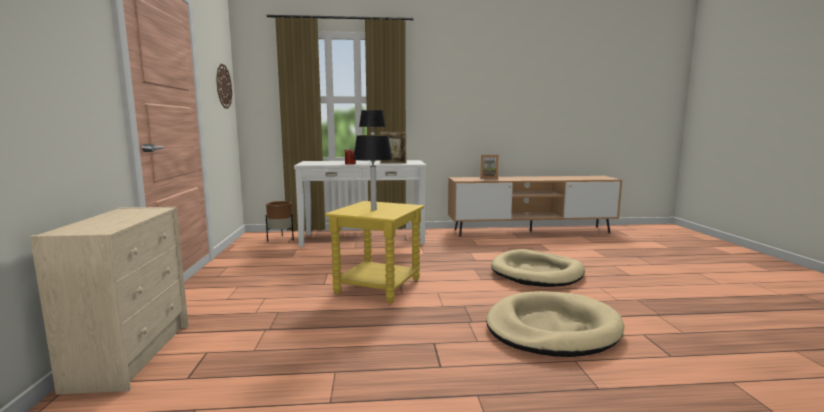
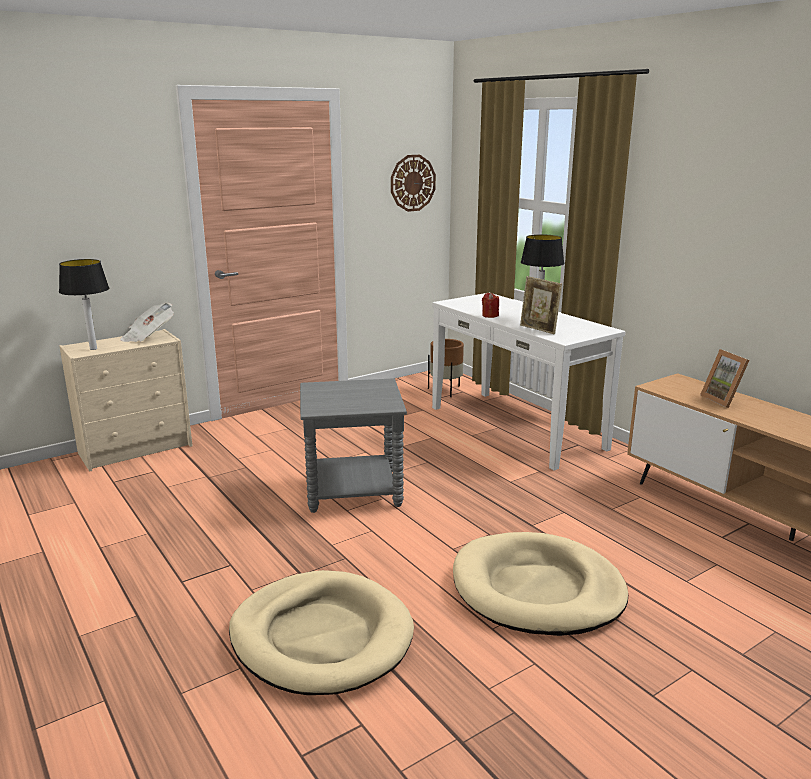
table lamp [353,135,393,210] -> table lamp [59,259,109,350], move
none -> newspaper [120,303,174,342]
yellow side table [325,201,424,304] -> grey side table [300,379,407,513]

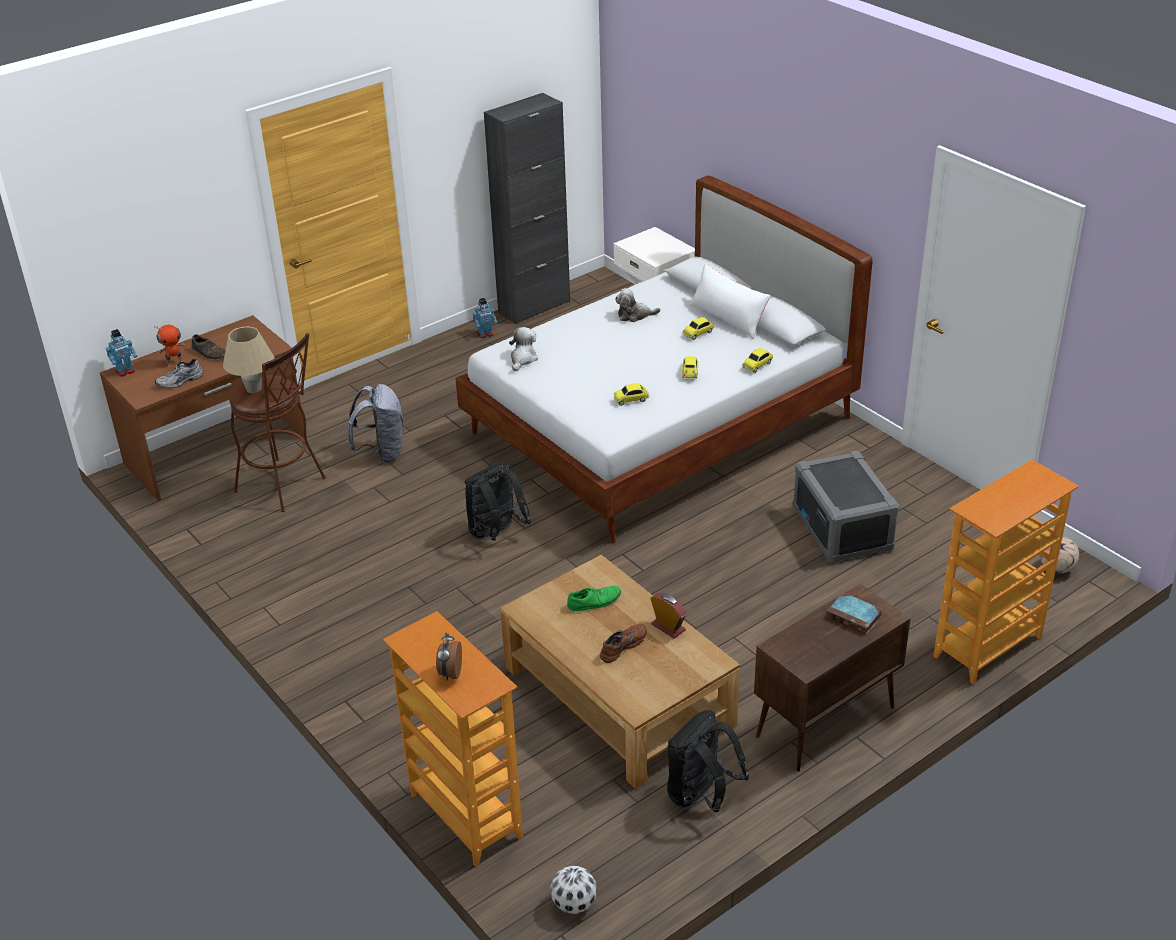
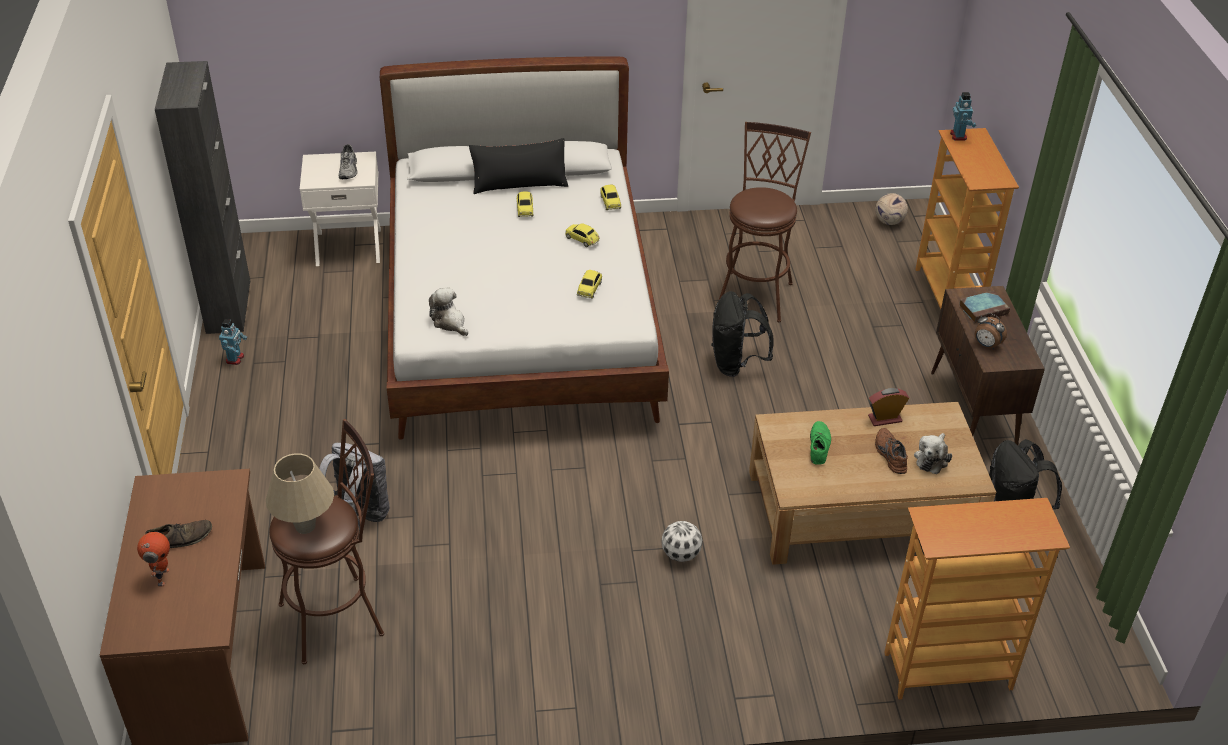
grey shoe [155,358,204,388] -> grey shoe [339,144,357,179], move
white pillow [689,263,770,339] -> black pillow [469,138,568,194]
football [550,866,597,914] -> football [662,521,702,562], move
black backpack [464,461,532,540] -> black backpack [711,291,774,377], move
grey storage box [793,450,899,563] -> brown stool [718,122,811,322]
plush toy [615,288,661,322] -> plush toy [914,433,952,474], move
toy robot [106,329,137,377] -> toy robot [950,92,976,141], move
alarm clock [436,633,462,680] -> alarm clock [975,313,1007,350], move

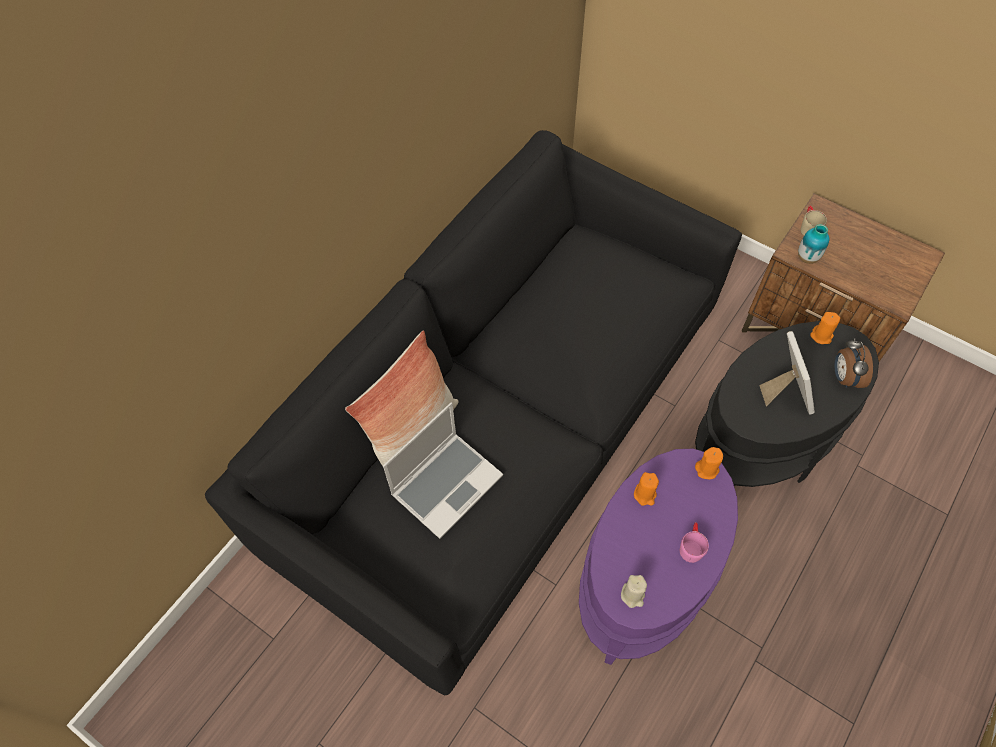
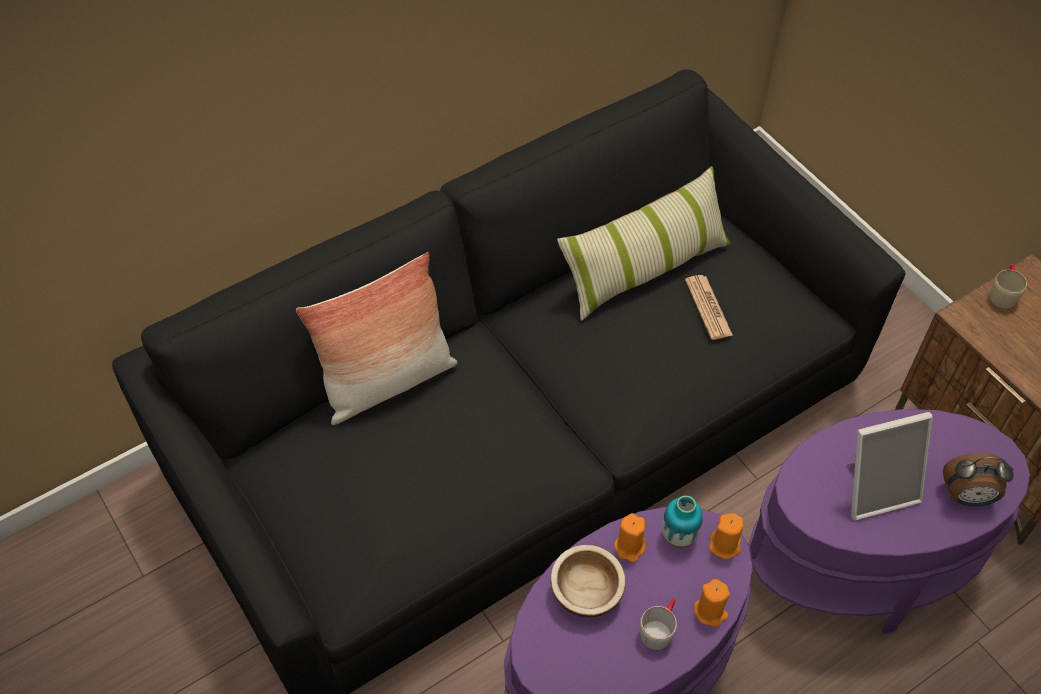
none -> bowl [550,545,626,617]
none -> pillow [557,166,730,321]
pink mug [680,522,709,563] -> grey mug [640,599,677,650]
vase [798,224,829,264] -> vase [662,495,703,548], move
none -> newspaper [685,275,733,340]
orange candle [810,312,840,344] -> orange candle [694,579,730,627], move
black side table [695,321,879,487] -> purple side table [748,409,1030,634]
picture frame [759,331,815,414] -> picture frame [846,412,933,521], 60 degrees clockwise
alarm clock [835,338,873,388] -> alarm clock [943,453,1014,507], 105 degrees counterclockwise
laptop [383,402,503,539] -> none
beige candle [621,575,647,608] -> none

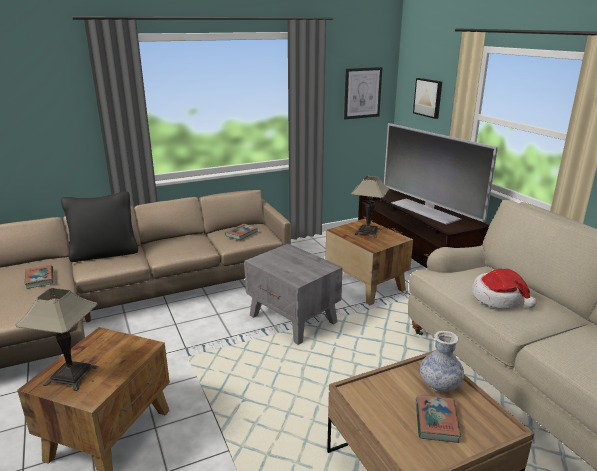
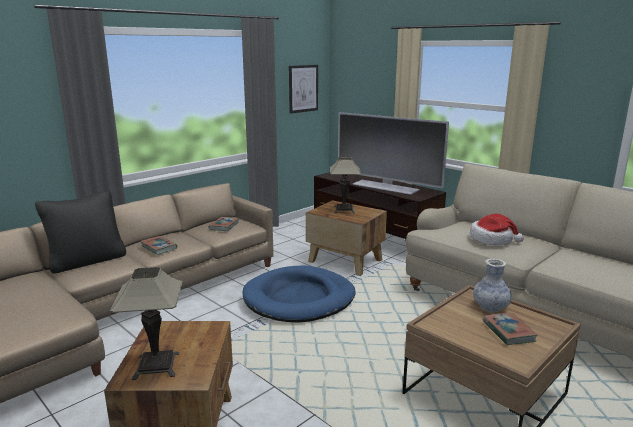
book [25,265,54,289] -> book [140,236,177,255], move
grey side table [244,244,343,345] -> blue dog bed [242,266,356,323]
picture [413,78,442,119] -> none

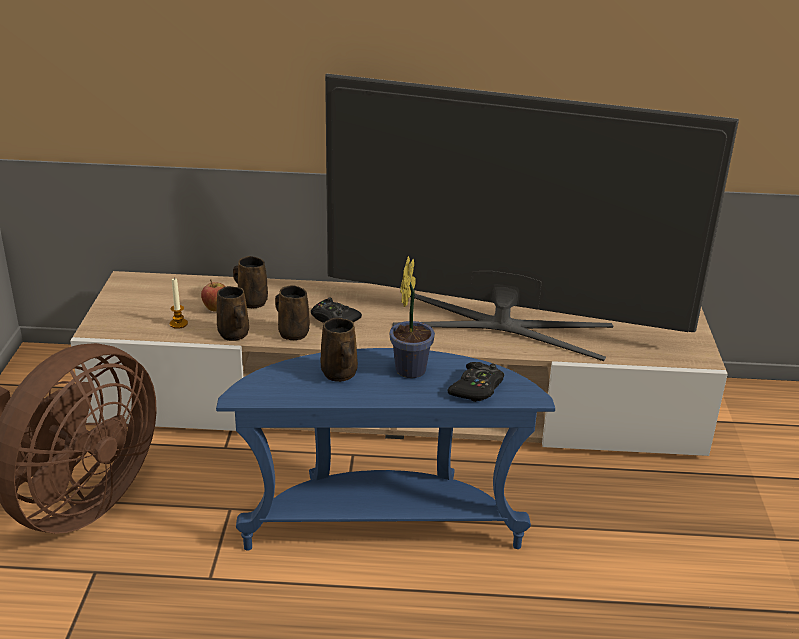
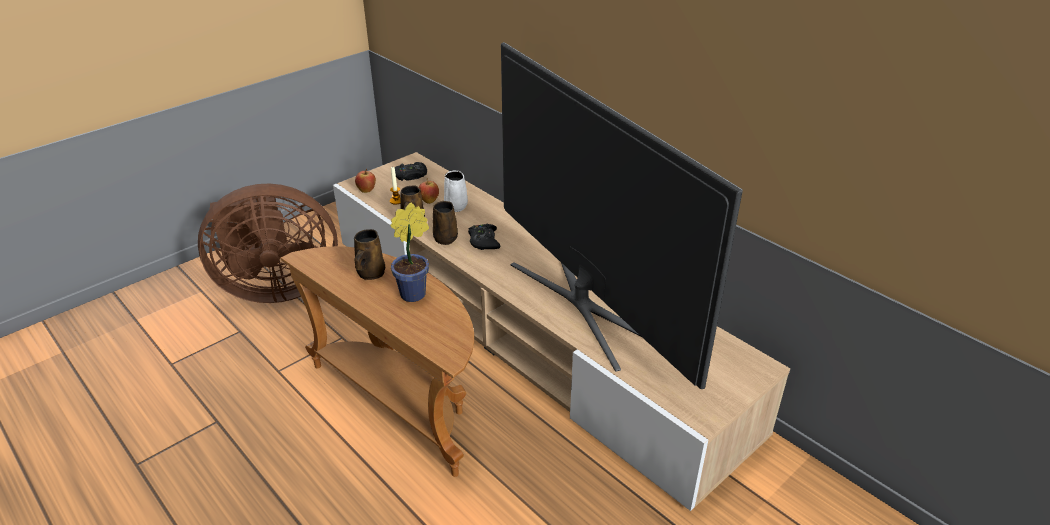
blue side table [216,348,555,551] -> brown side table [281,246,474,477]
none -> apple [355,169,376,193]
black game controller [447,362,504,402] -> black game controller [395,162,427,181], move
brown mug [233,256,268,308] -> white mug [444,171,468,212]

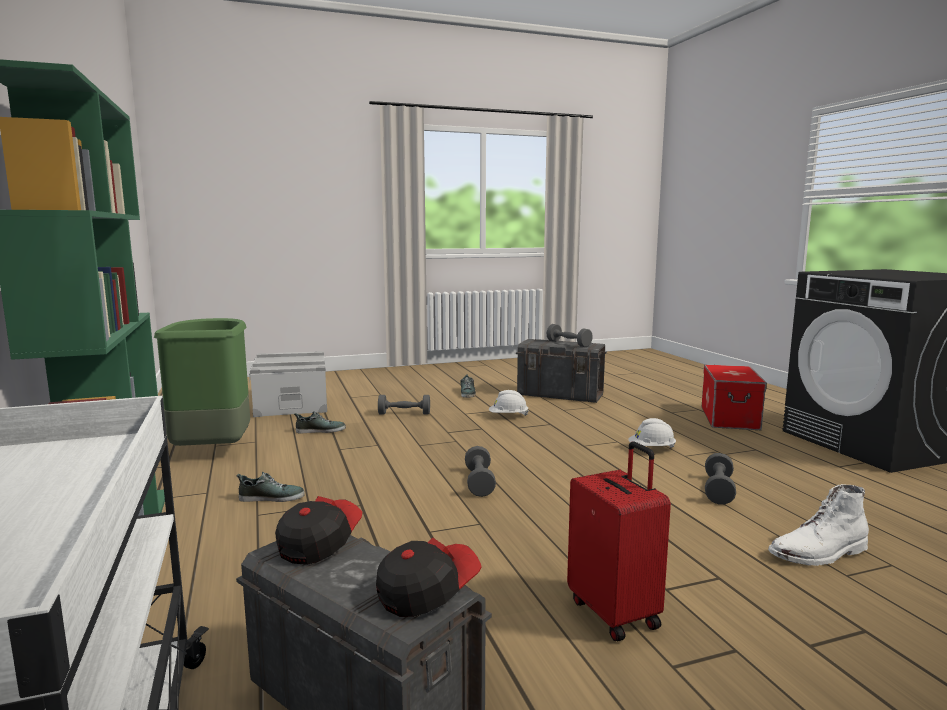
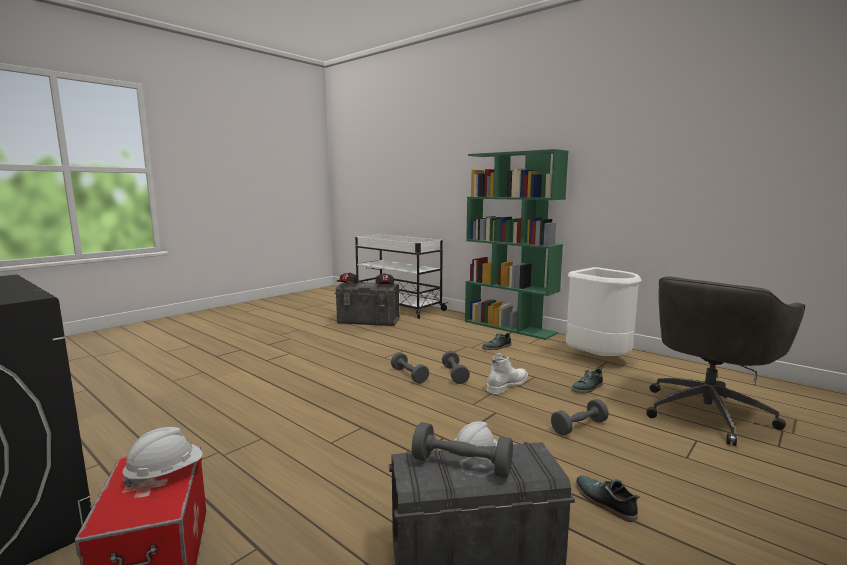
white hard hat [628,418,676,448] -> white hard hat [122,427,203,487], move
grey dumbbell [705,453,736,505] -> grey dumbbell [442,351,470,384], move
white boot [768,484,869,566] -> white boot [486,353,528,394], move
green trash can [154,318,250,446] -> white trash can [566,267,641,356]
grey storage box [249,351,327,417] -> grey office chair [646,276,805,446]
red suitcase [567,441,671,641] -> none

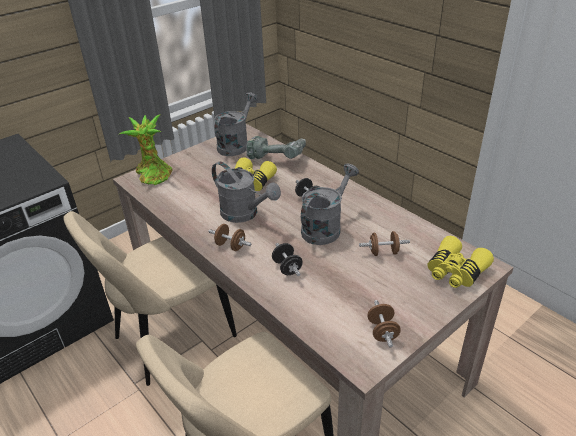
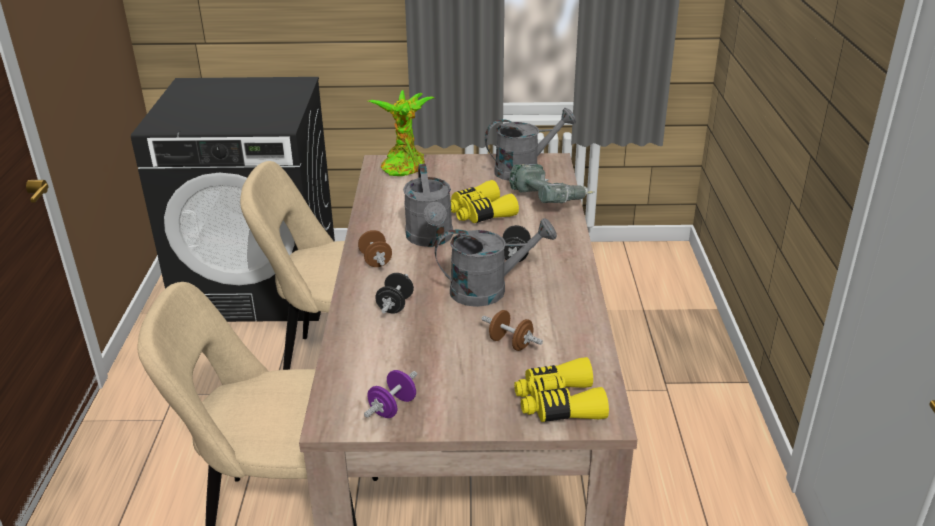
brown dumbbell [368,300,401,348] -> purple dumbbell [364,370,417,418]

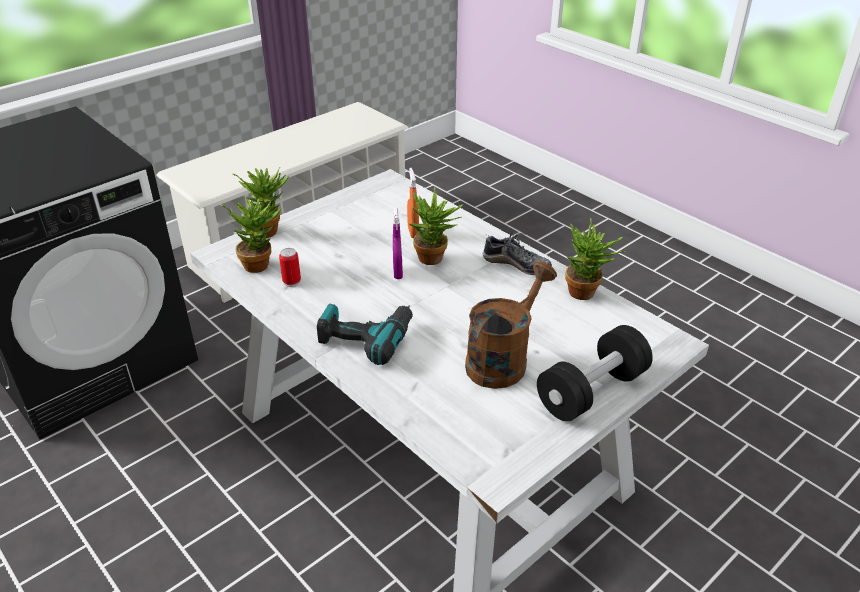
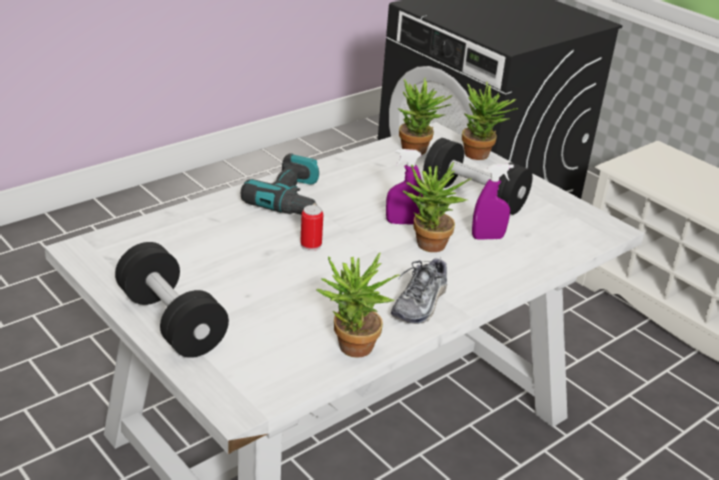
can [279,248,301,287] -> can [300,205,323,251], move
none -> black dumbbell [423,138,533,215]
orange spray bottle [407,168,419,238] -> purple spray bottle [472,164,514,240]
brown watering can [465,261,557,389] -> none

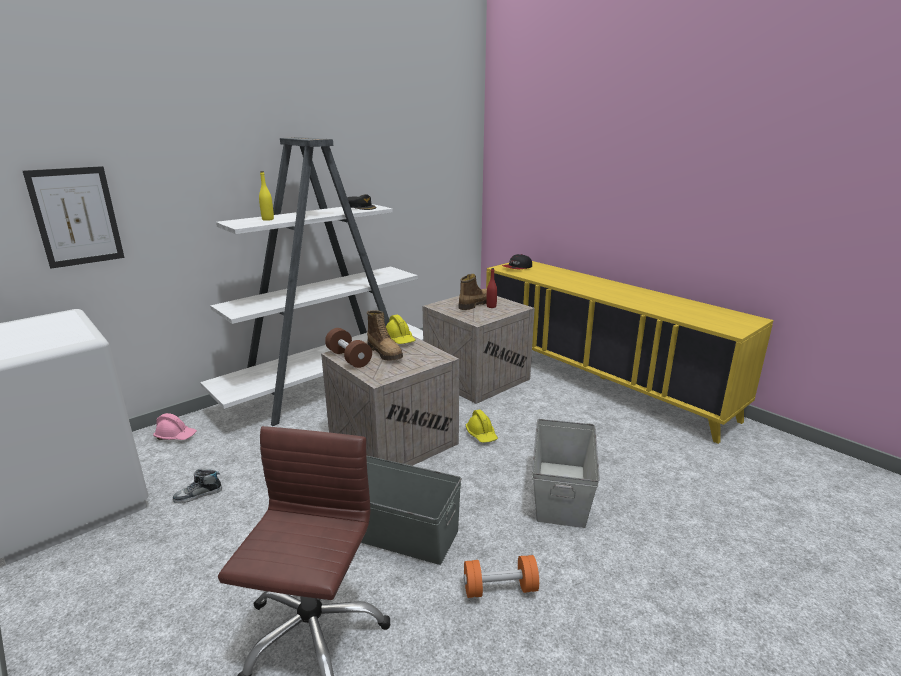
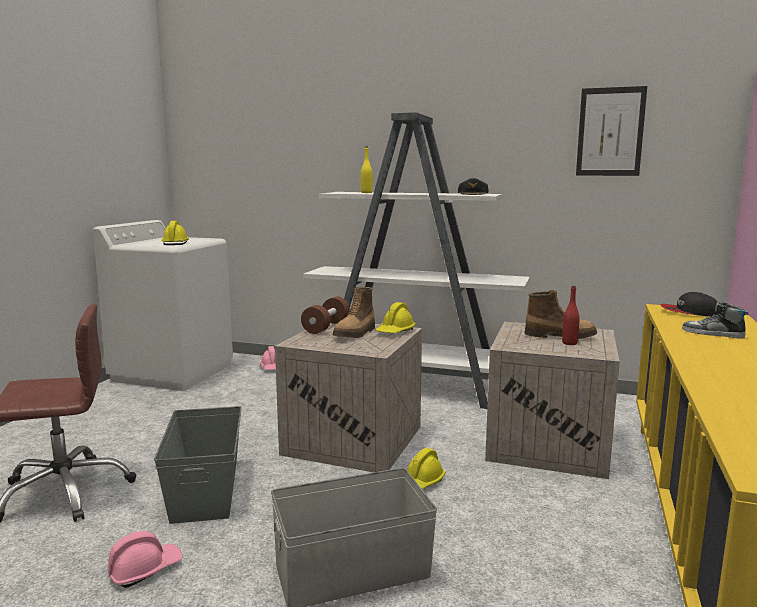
orange dumbbell [464,555,539,598] -> pink hard hat [107,531,182,588]
none -> yellow hard hat [161,221,189,245]
picture [23,166,125,269] -> picture [576,86,647,176], move
shoe [173,469,222,504] -> shoe [682,301,749,339], move

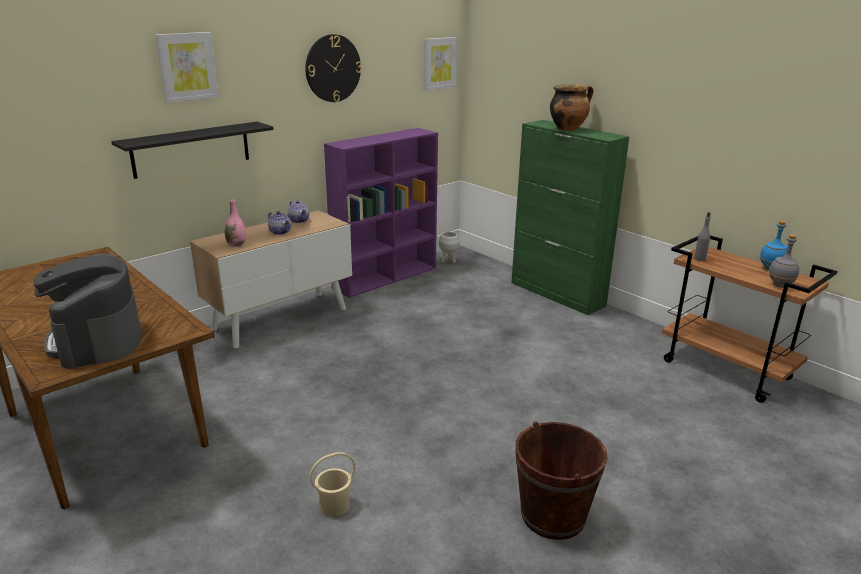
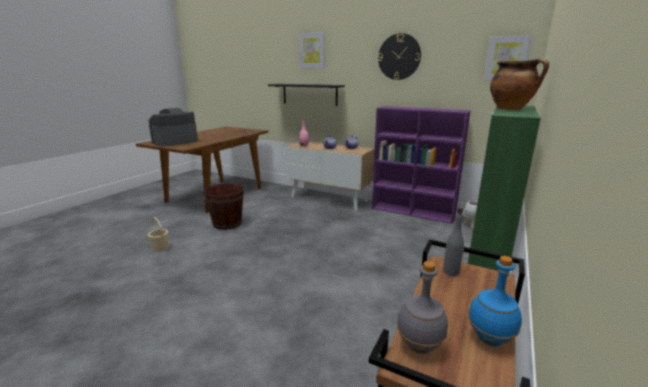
brown bucket [515,421,608,540] -> brown bucket [203,183,244,230], move

